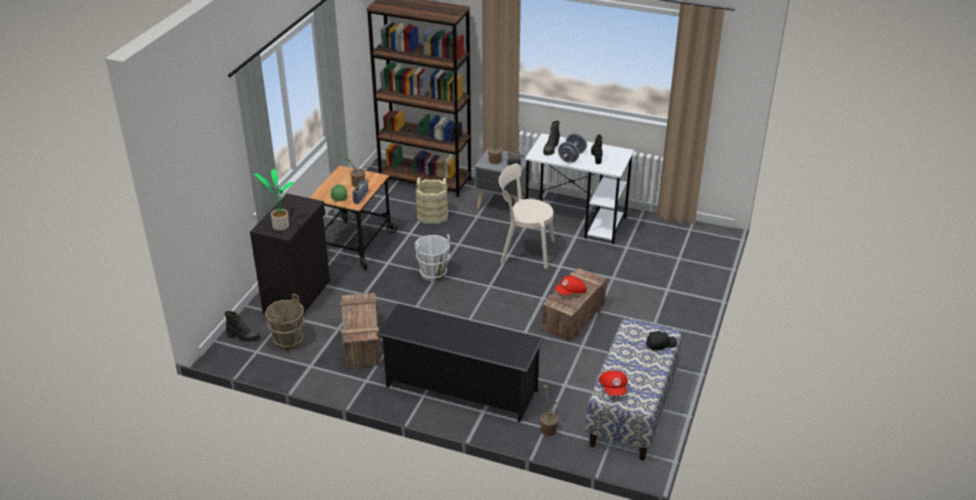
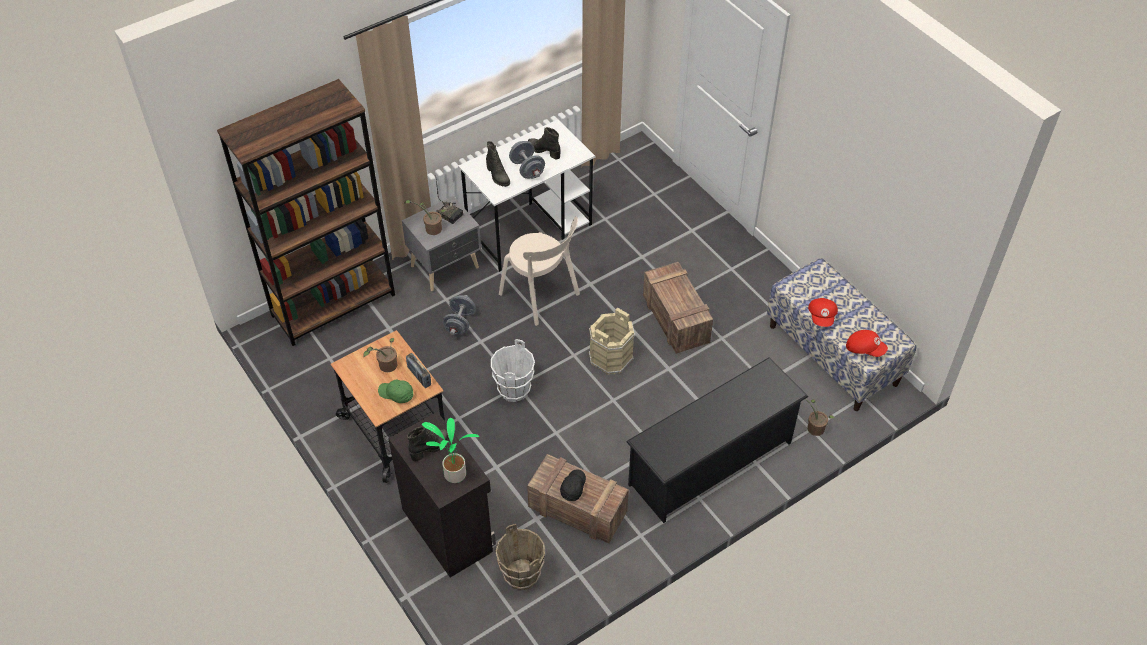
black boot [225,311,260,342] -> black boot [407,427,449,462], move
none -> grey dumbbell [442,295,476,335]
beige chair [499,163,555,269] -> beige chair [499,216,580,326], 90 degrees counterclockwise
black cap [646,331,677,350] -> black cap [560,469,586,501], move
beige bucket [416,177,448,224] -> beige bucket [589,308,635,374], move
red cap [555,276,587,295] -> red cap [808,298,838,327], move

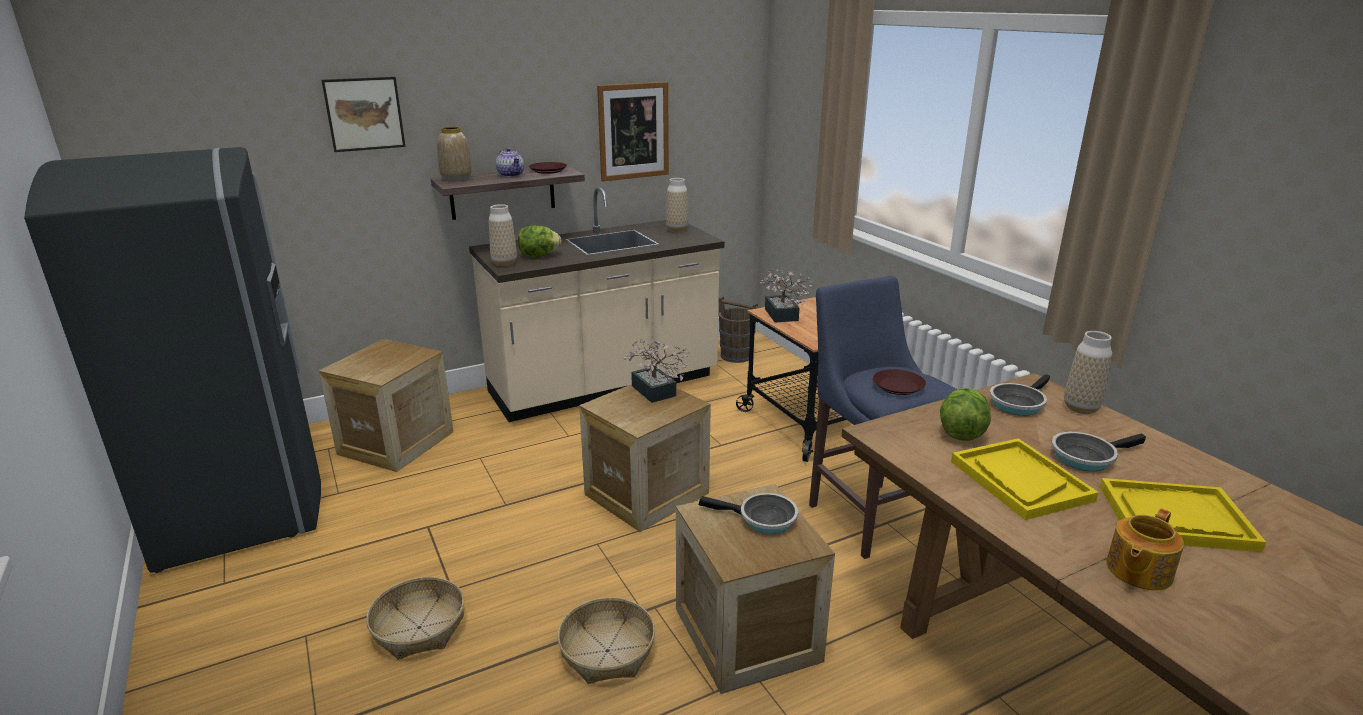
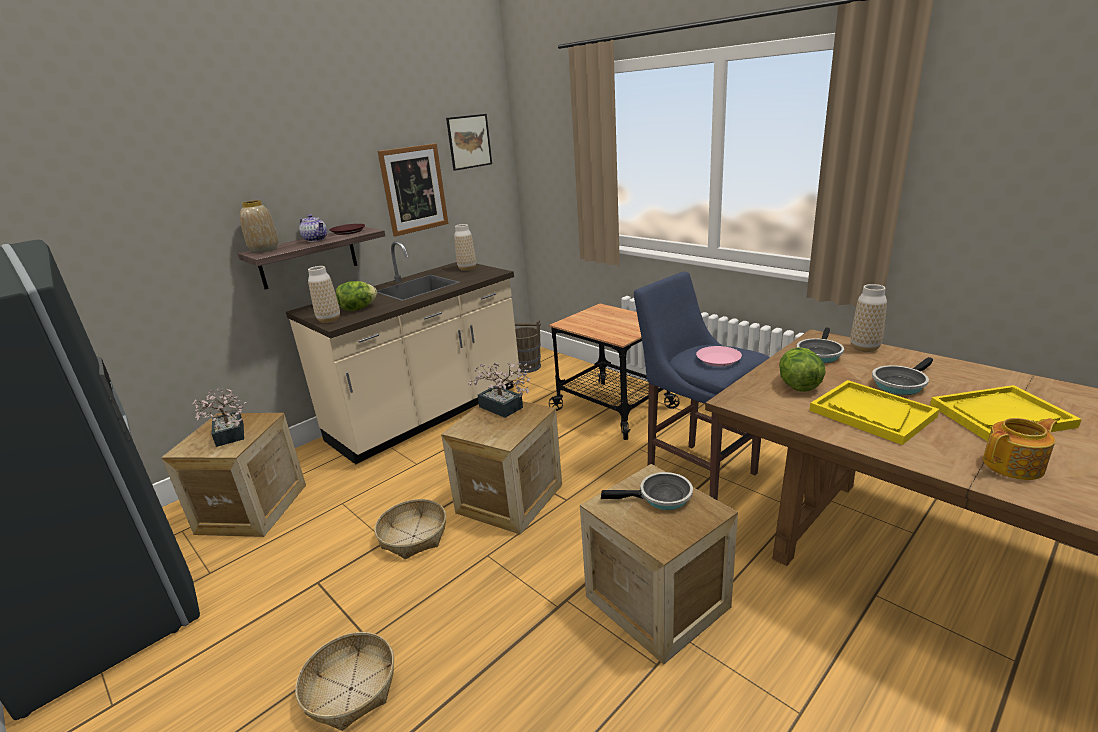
potted plant [760,269,813,322] -> potted plant [192,388,246,447], move
basket [558,597,655,684] -> basket [375,499,446,559], move
picture [322,77,406,152] -> picture [446,114,492,171], move
brown plate [873,369,926,395] -> pink plate [696,346,742,367]
teapot [1106,508,1184,591] -> teapot [983,418,1057,480], 135 degrees counterclockwise

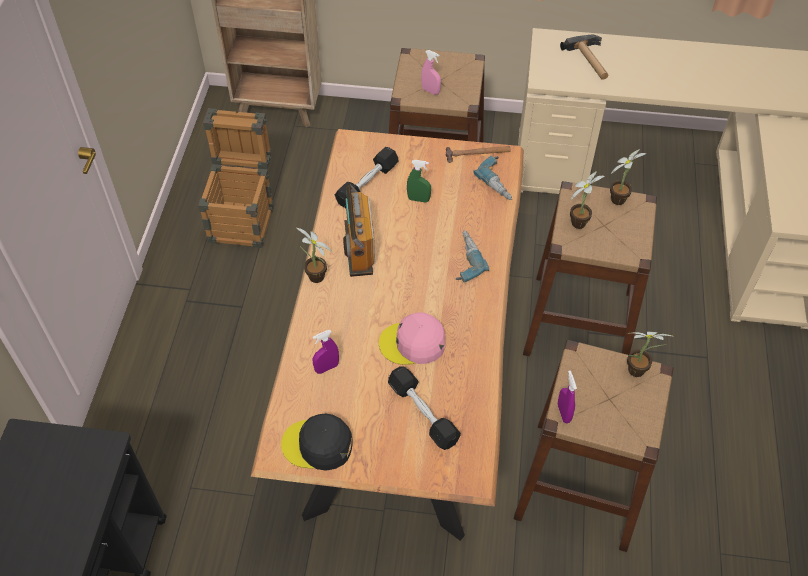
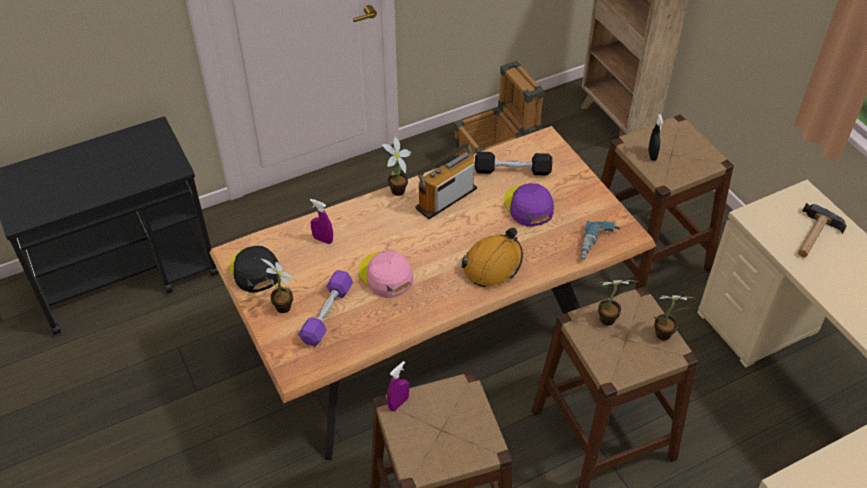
potted plant [627,332,675,377] -> potted plant [260,258,297,313], move
black dumbbell [388,366,461,450] -> purple dumbbell [298,270,353,347]
power drill [456,231,489,282] -> orange hard hat [462,228,523,287]
green spray bottle [407,160,431,202] -> purple cap [504,183,554,227]
pink spray bottle [421,50,441,95] -> black spray bottle [648,114,663,161]
hammer [446,146,511,163] -> none

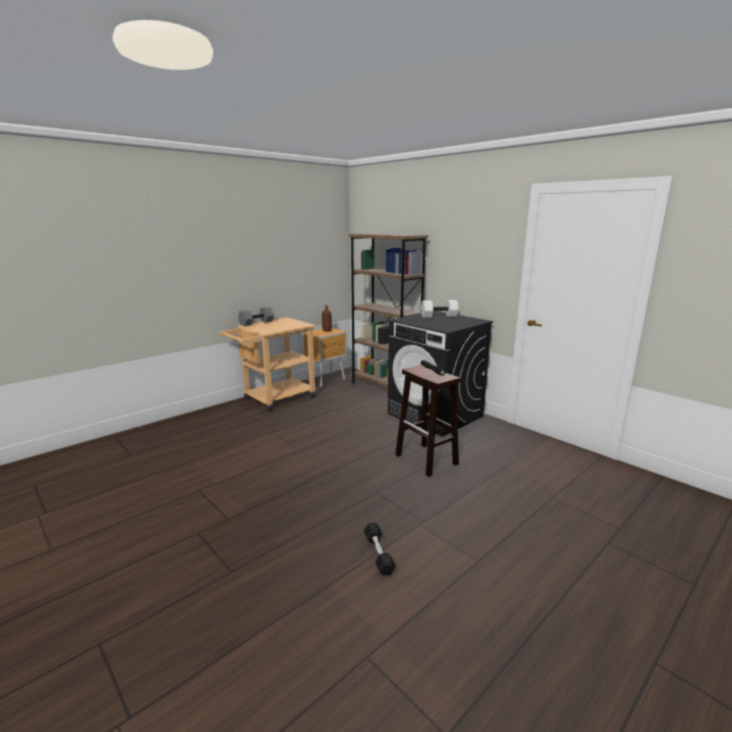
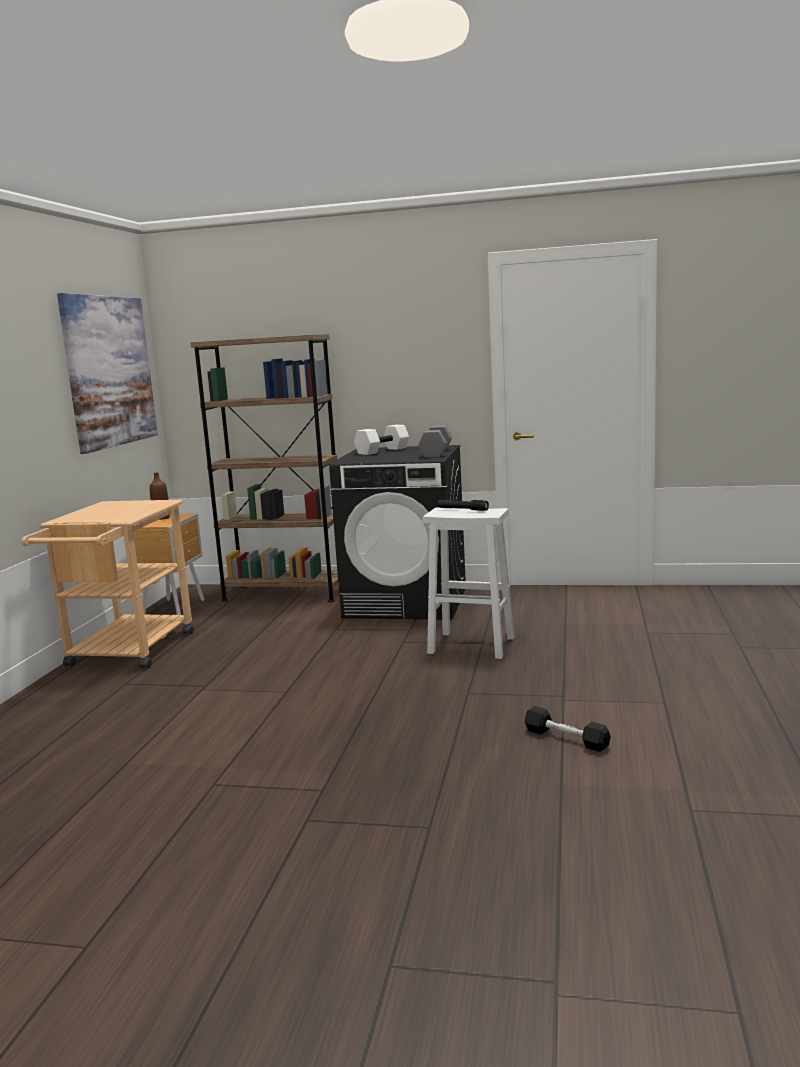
none -> picture [57,293,158,454]
grey dumbbell [238,307,274,326] -> grey dumbbell [418,425,452,458], move
brown stool [395,365,461,477] -> white stool [423,507,515,659]

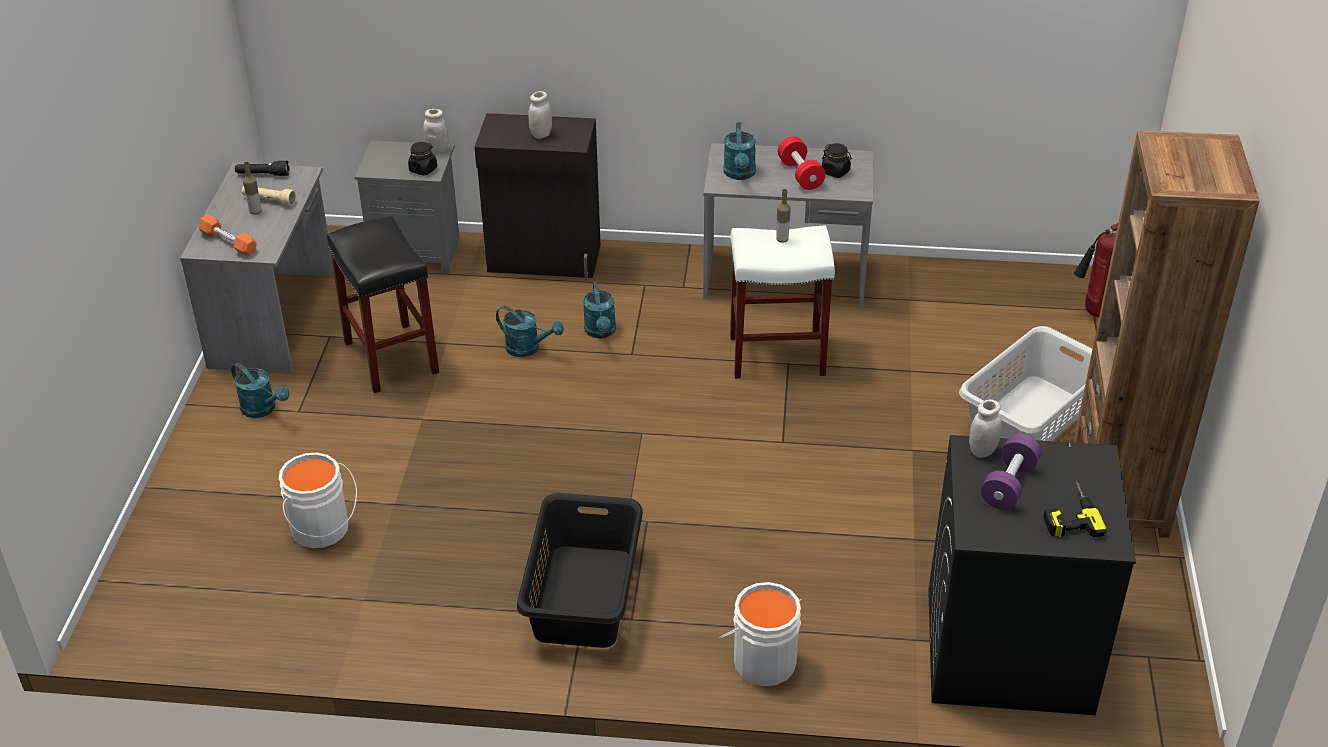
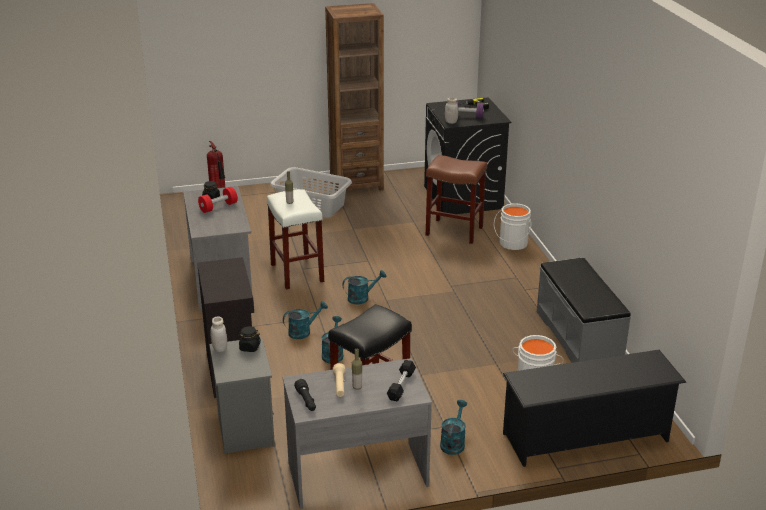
turquoise watering can [724,122,756,180] -> turquoise watering can [342,270,387,304], move
orange dumbbell [198,214,257,256] -> black dumbbell [387,360,416,401]
none -> brown stool [426,155,487,244]
none -> black shoe rack [503,350,686,467]
none -> grey bench [537,258,631,363]
black laundry basket [517,493,643,648] -> none
white jar [528,91,552,139] -> none

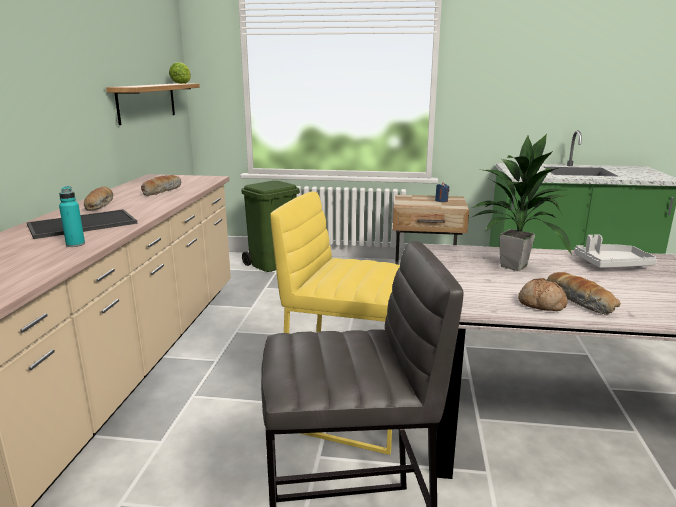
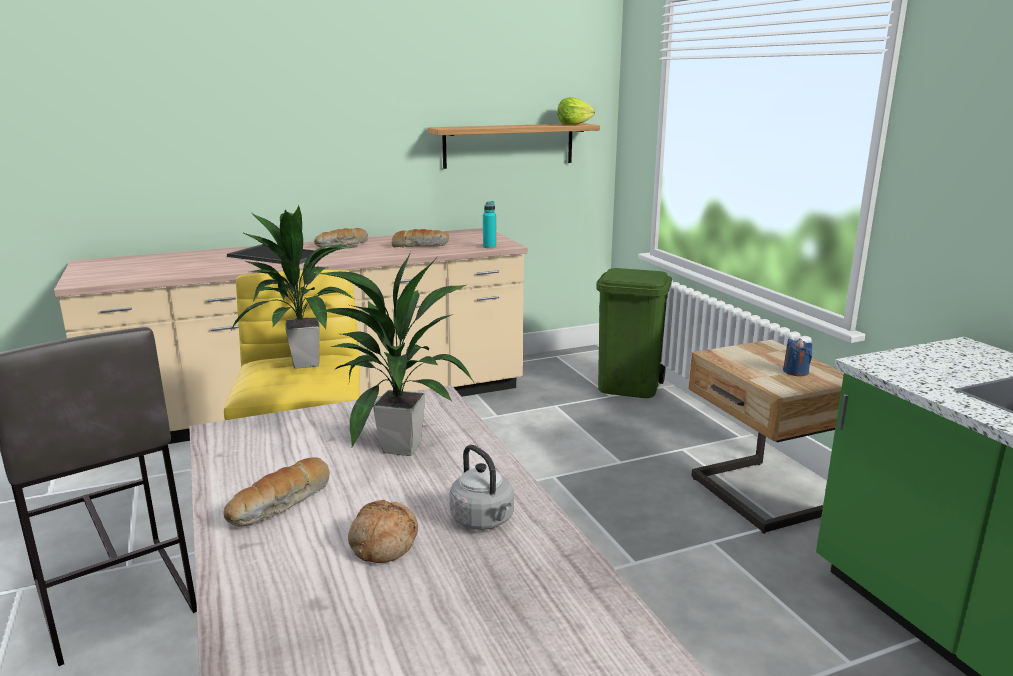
none -> potted plant [230,205,355,368]
bread [518,278,568,311] -> bread [348,500,418,563], move
grey tray [574,234,657,268] -> grey kettle [450,445,514,530]
turquoise bottle [59,186,85,247] -> turquoise bottle [483,201,496,248], move

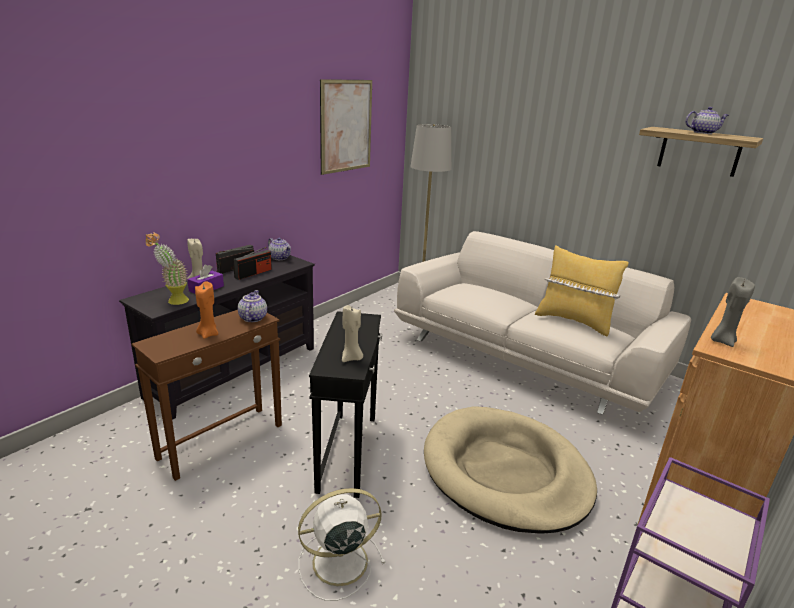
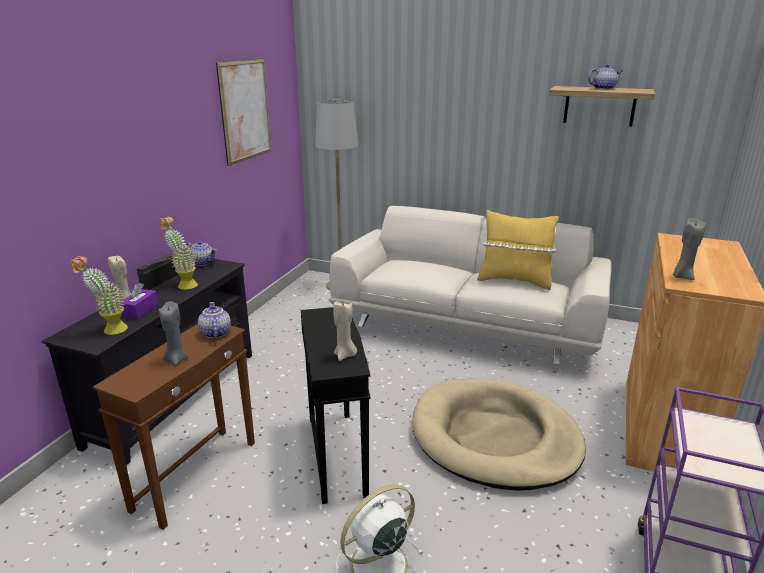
orange candle [195,282,218,339] -> grey candle [159,302,189,365]
radio [233,247,272,280] -> potted plant [160,217,198,290]

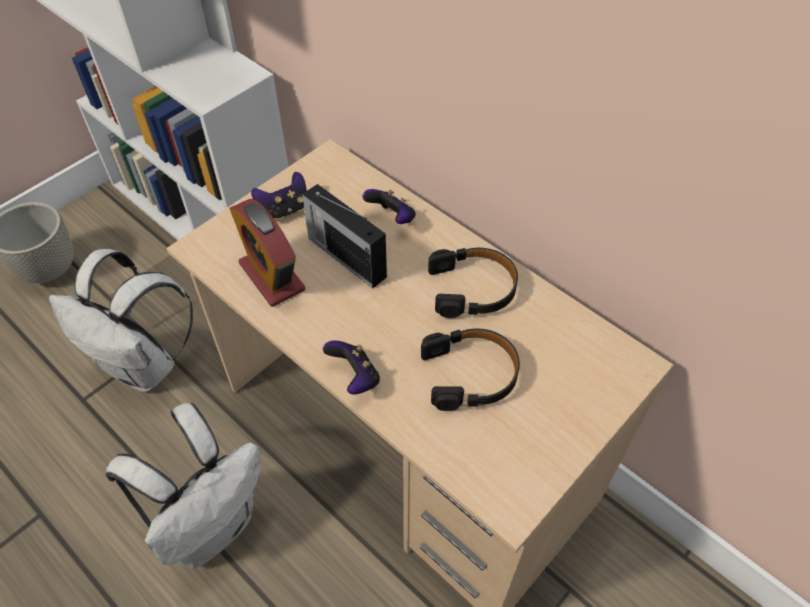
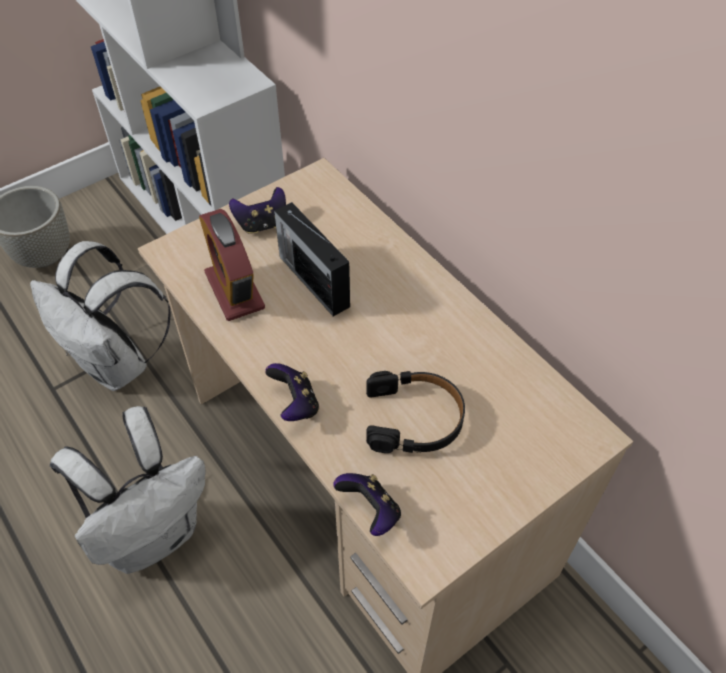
game controller [362,189,416,224] -> game controller [333,473,401,536], move
black headphones [428,248,518,318] -> none

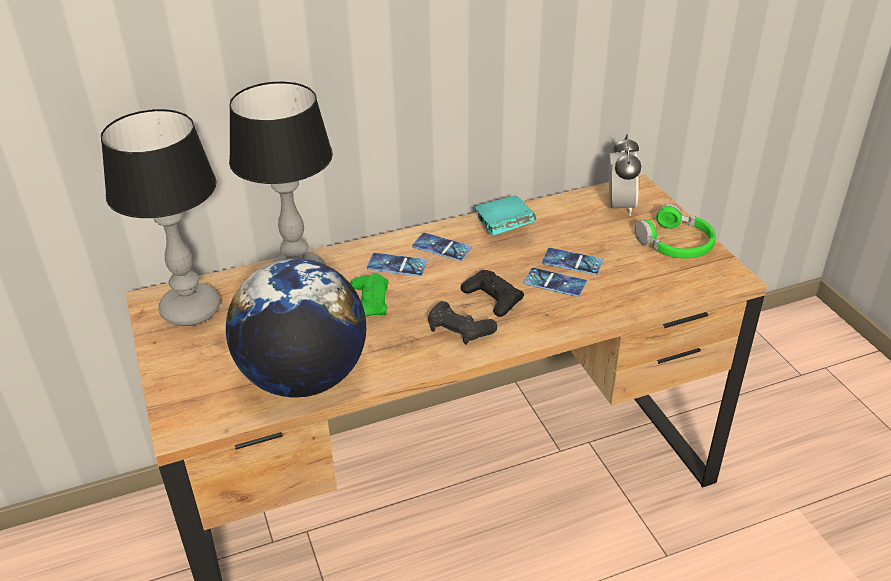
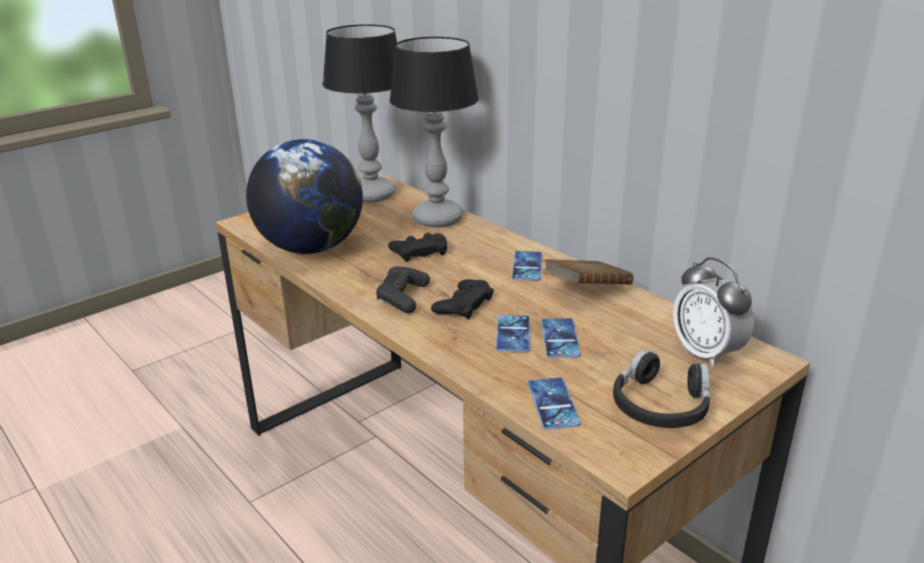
green game controller [350,274,388,317] -> black game controller [388,233,447,262]
phone [367,253,427,276] -> phone [528,377,581,429], move
turquoise book [475,195,536,236] -> brown book [543,259,633,285]
green headphones [635,204,716,258] -> black headphones [613,349,710,428]
alarm clock [609,134,641,216] -> alarm clock [673,257,754,368], 75 degrees clockwise

